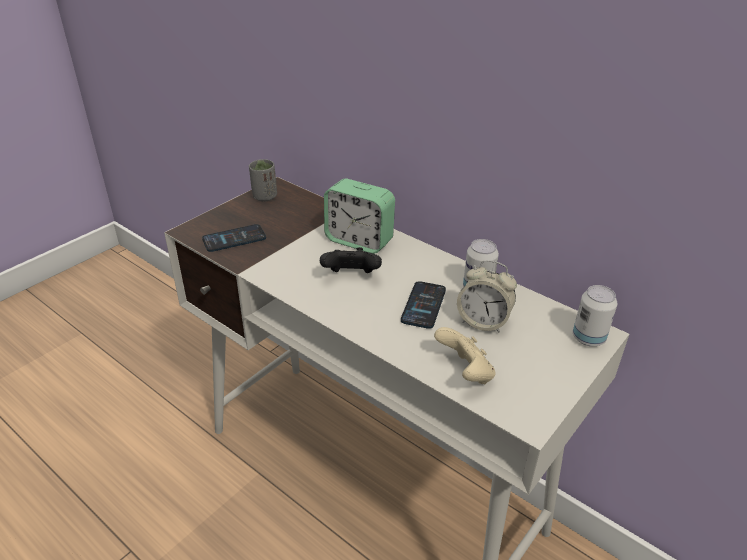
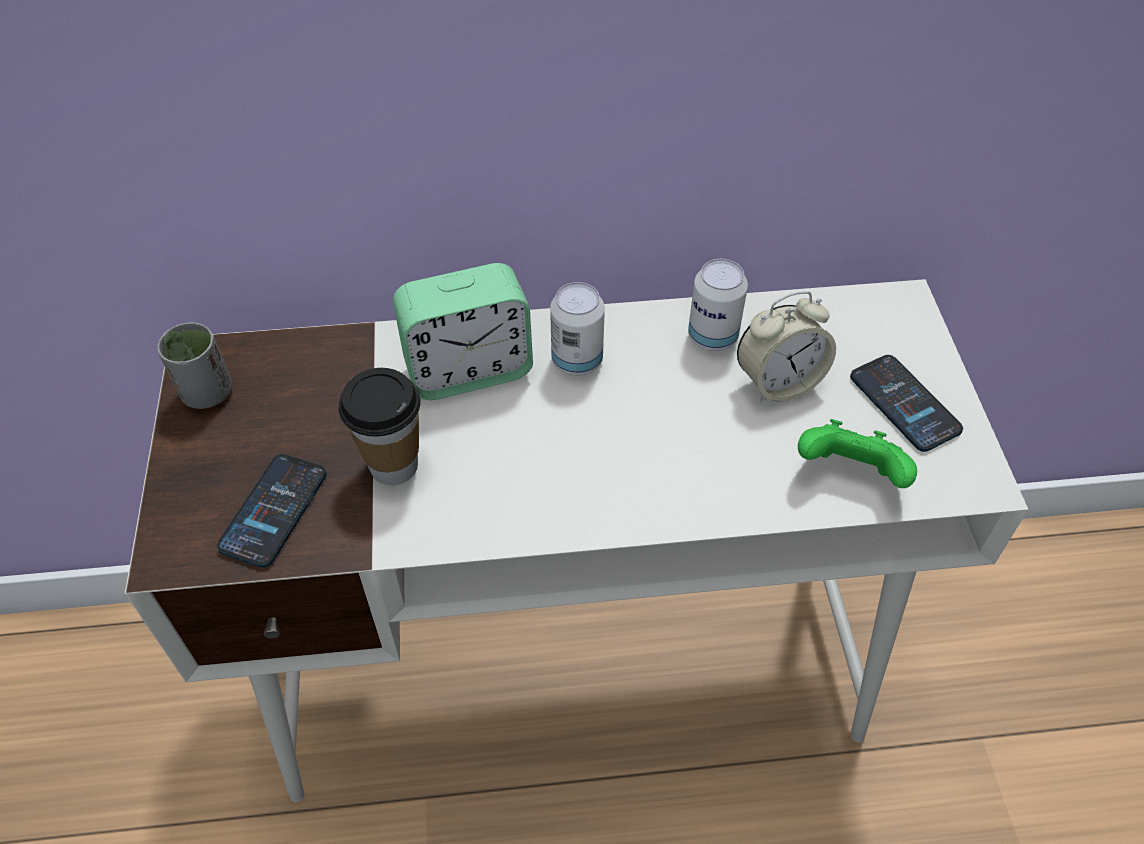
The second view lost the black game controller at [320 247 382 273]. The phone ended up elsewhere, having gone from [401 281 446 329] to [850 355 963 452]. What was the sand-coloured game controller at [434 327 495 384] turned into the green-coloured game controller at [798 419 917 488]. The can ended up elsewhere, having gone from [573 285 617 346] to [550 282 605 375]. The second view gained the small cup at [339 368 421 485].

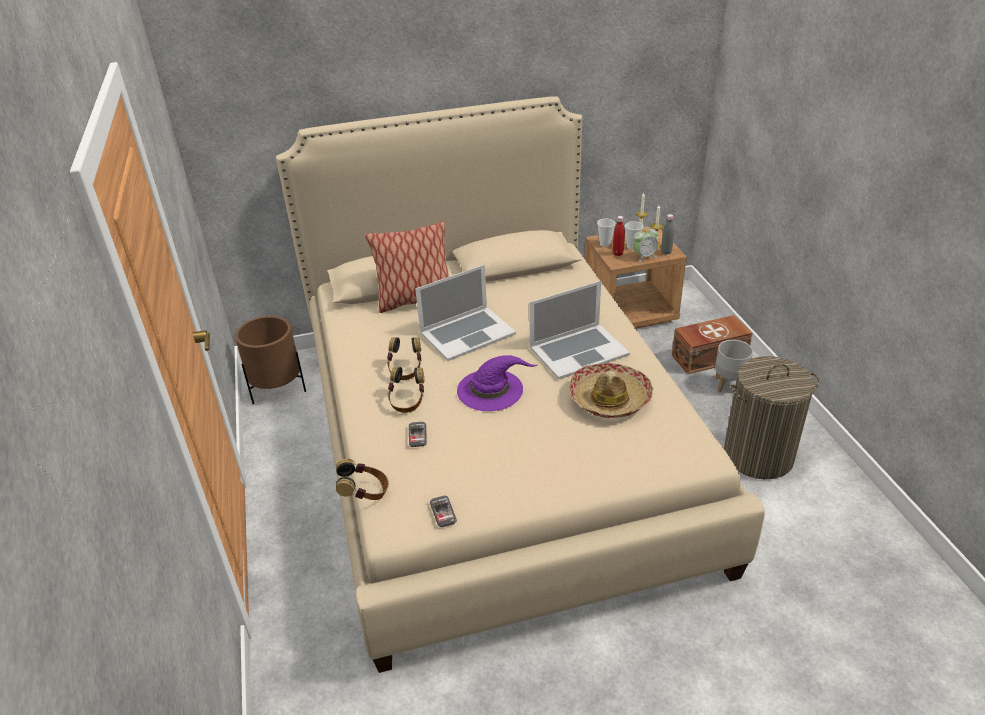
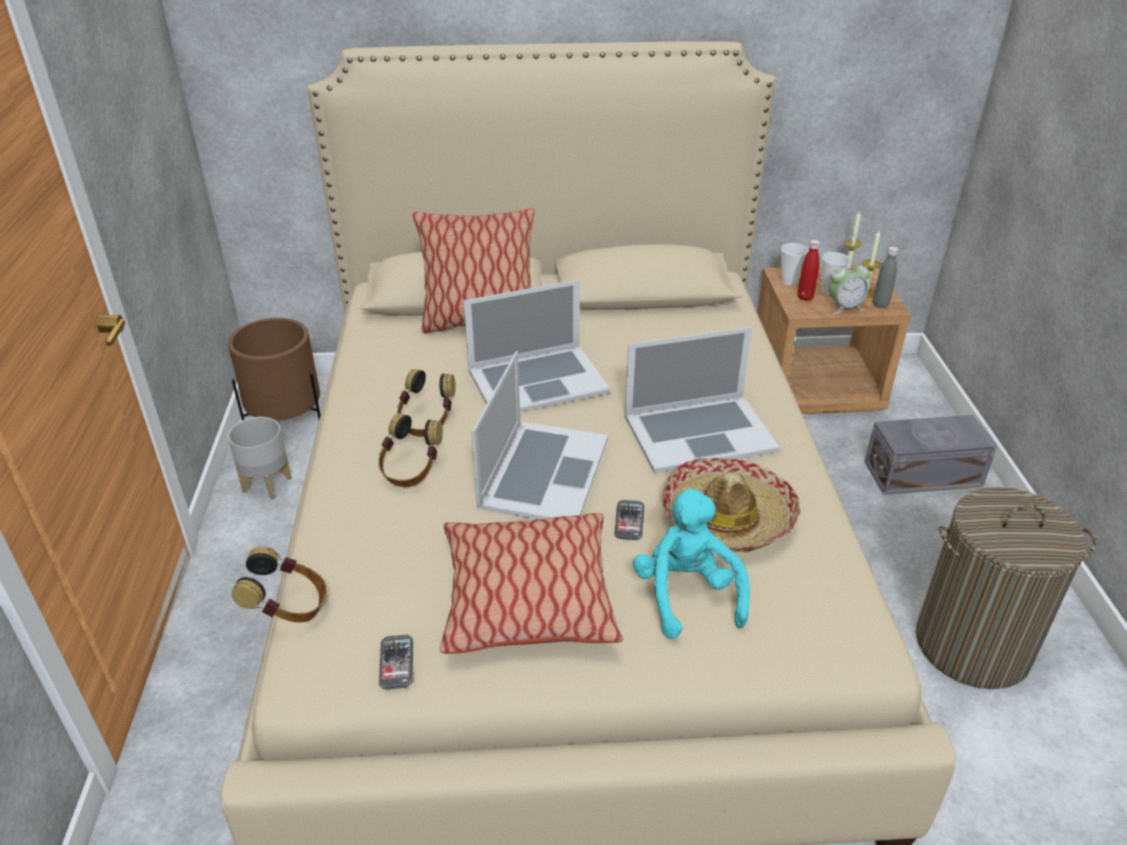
The phone ended up elsewhere, having gone from [409 422 427 447] to [614 500 644 540]. Where the purple-coloured clothing hat stood at [457 355 537 411], the laptop came to stand at [471 351 608 519]. What was the brownish storage box at [672 315 753 374] turned into the grey storage box at [865 415 998 495]. The grey flower pot ended up elsewhere, having gone from [715 340 753 393] to [228 417 292 500]. The second view gained the pillow at [440 513 623 654]. The second view gained the turquoise-coloured plush toy at [633 488 750 639].

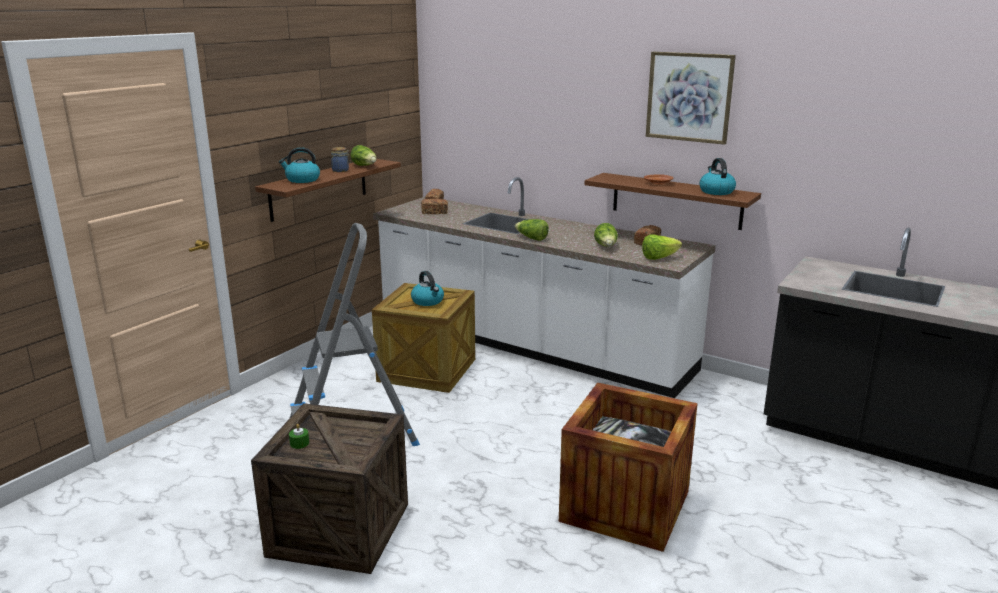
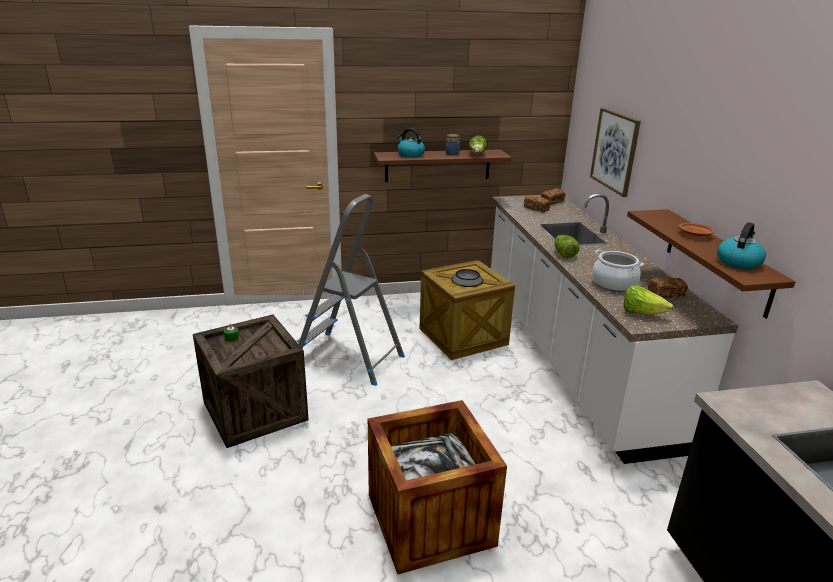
Where the tea kettle stood at [411 271 444 306], the serving bowl came to stand at [451 269 484 287]. Where the lettuce head stood at [594 223 618 247], the stockpot came to stand at [592 249 644 292]. The wall art ended up elsewhere, having gone from [646 52 736 145] to [590 108 641 197].

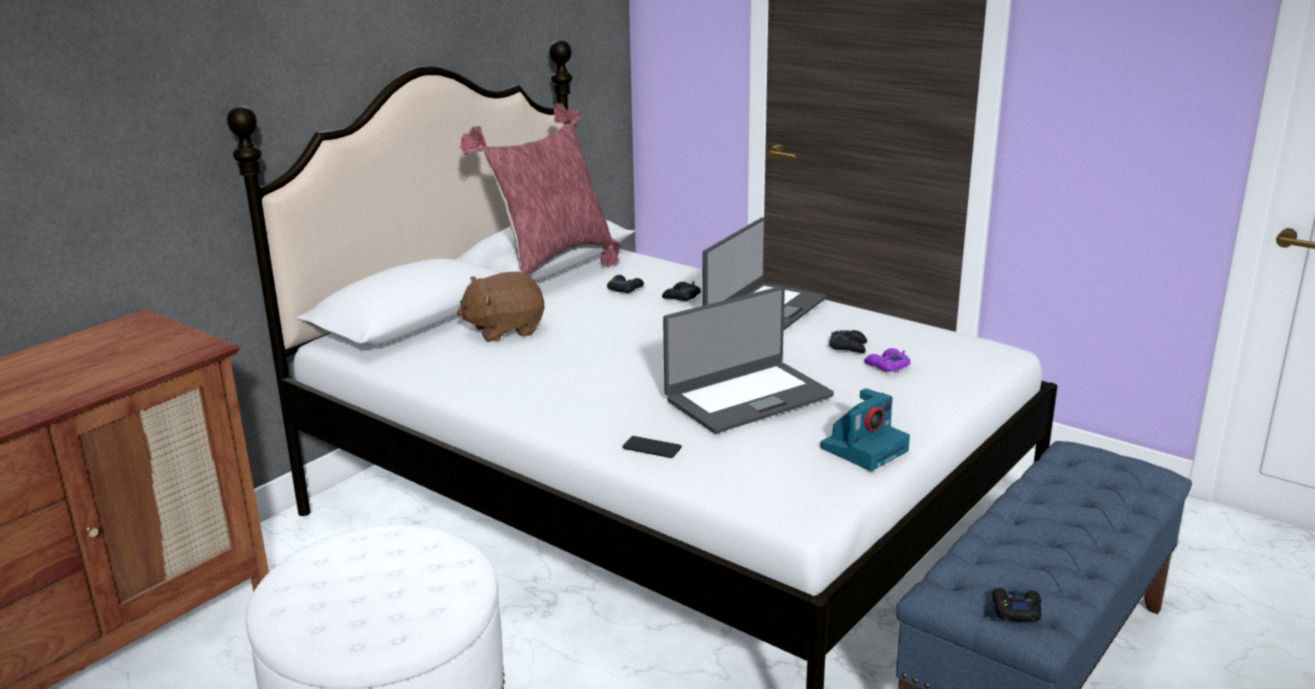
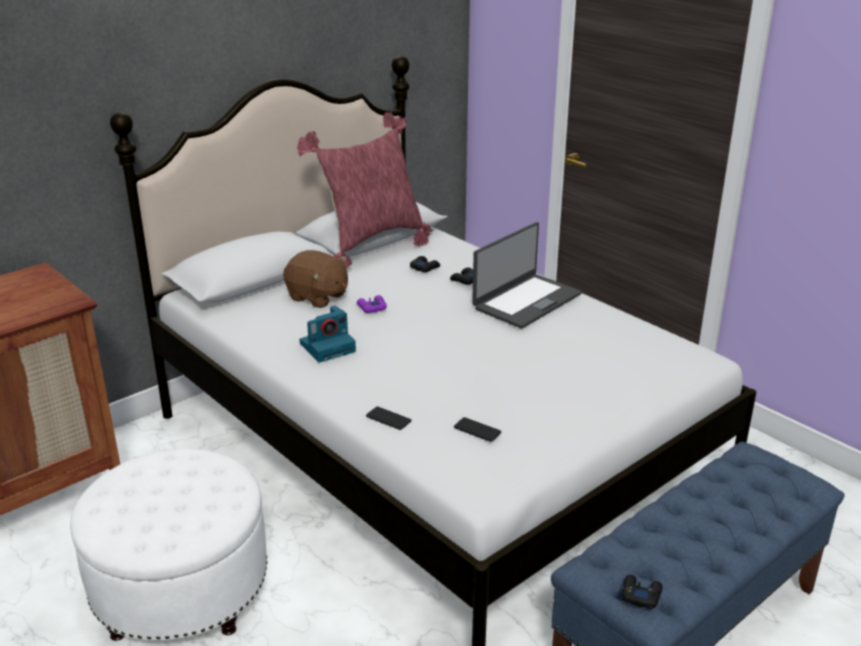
The brownish plush toy at [457 272 544 342] ended up facing another way, 135 degrees counterclockwise from before. The second view lost the laptop at [663 286 834 433]. The photo camera ended up elsewhere, having gone from [820 388 910 471] to [299 306 356 363]. The second view lost the black game controller at [829 330 867 353]. The purple-coloured game controller ended up elsewhere, having gone from [864 348 910 372] to [357 295 387 313]. The second view gained the phone at [454 417 501 442].

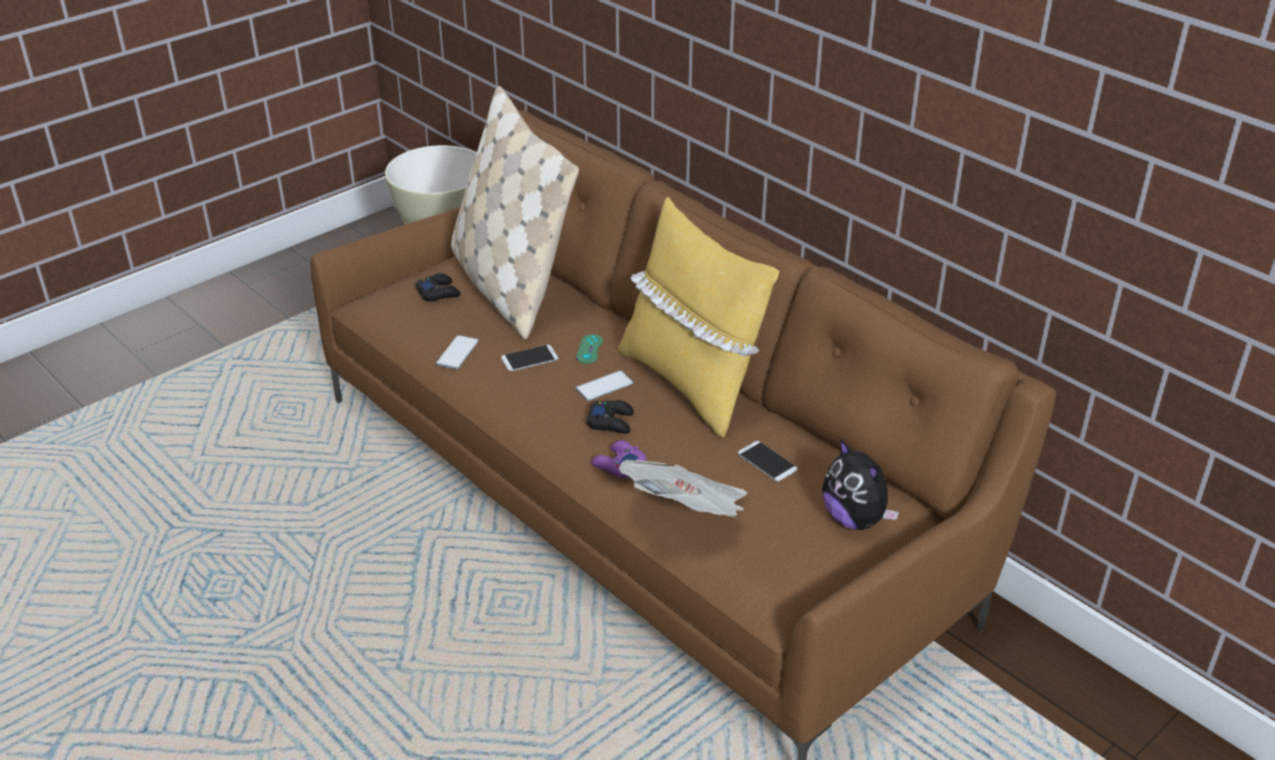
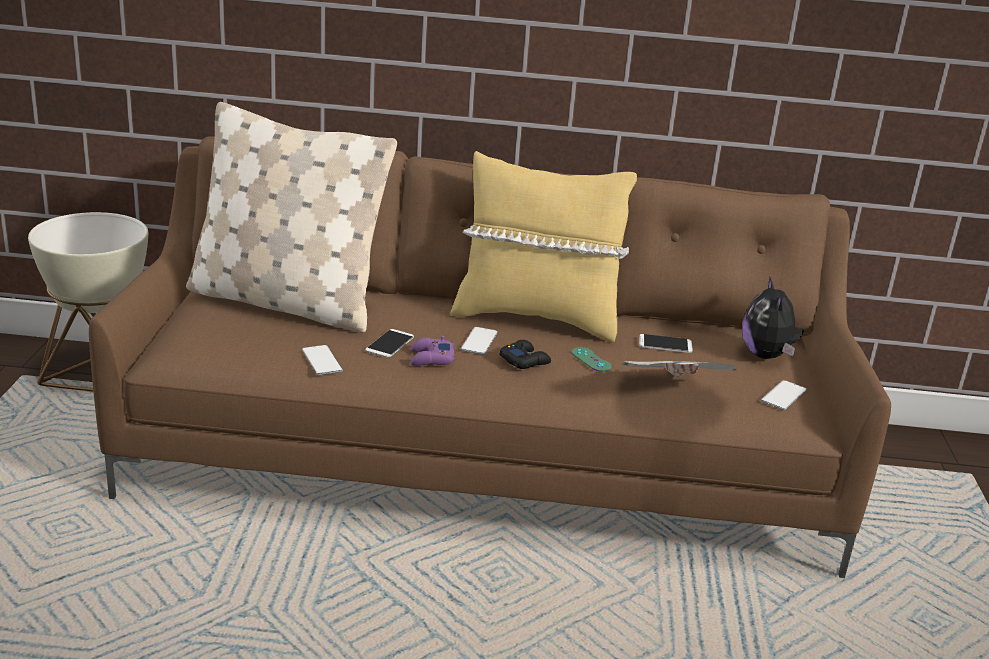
The second view lost the black game controller at [415 273 460 301]. The green-coloured game controller ended up elsewhere, having gone from [576 334 603 364] to [572 347 612 372]. The purple-coloured game controller ended up elsewhere, having gone from [591 440 646 478] to [411 335 454 366]. The plush toy at [822 439 899 530] ended up facing another way, 75 degrees clockwise from before. The second view gained the phone at [761 380 807 410].

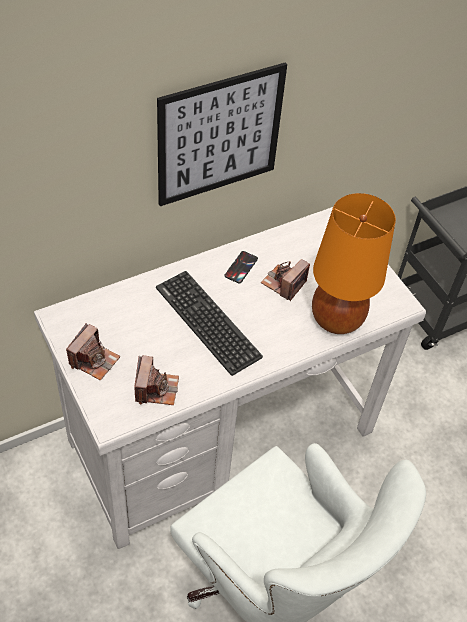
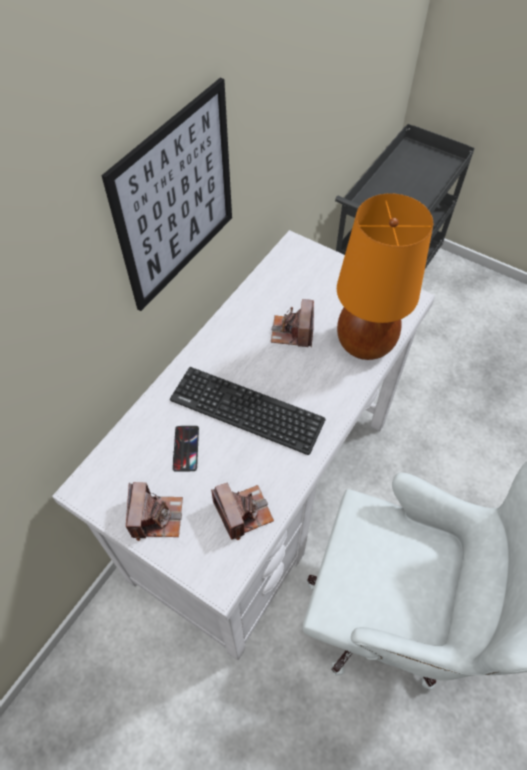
The phone ended up elsewhere, having gone from [224 251 258 284] to [173 426 199 472].

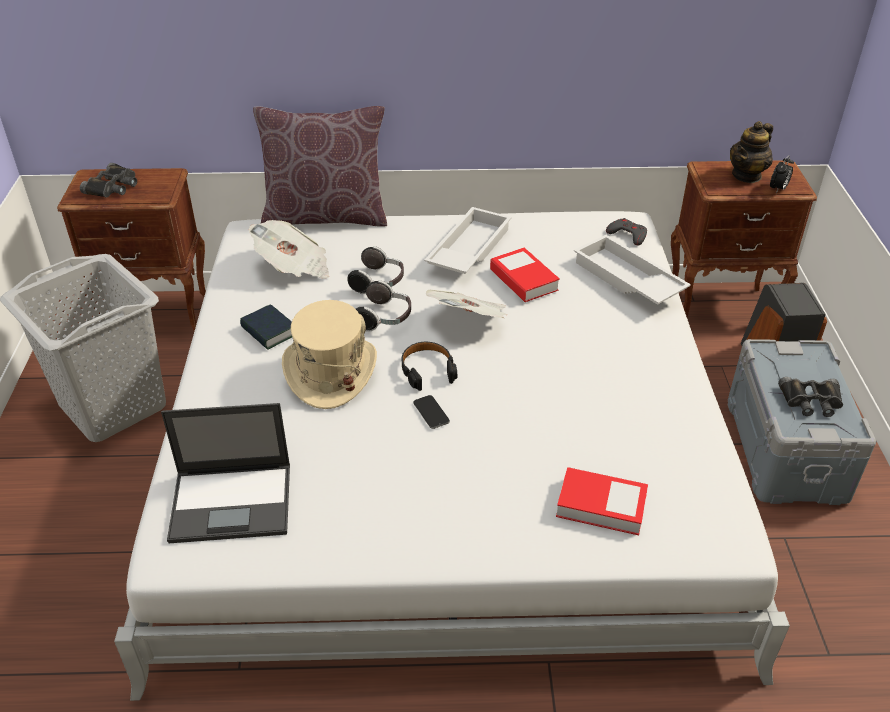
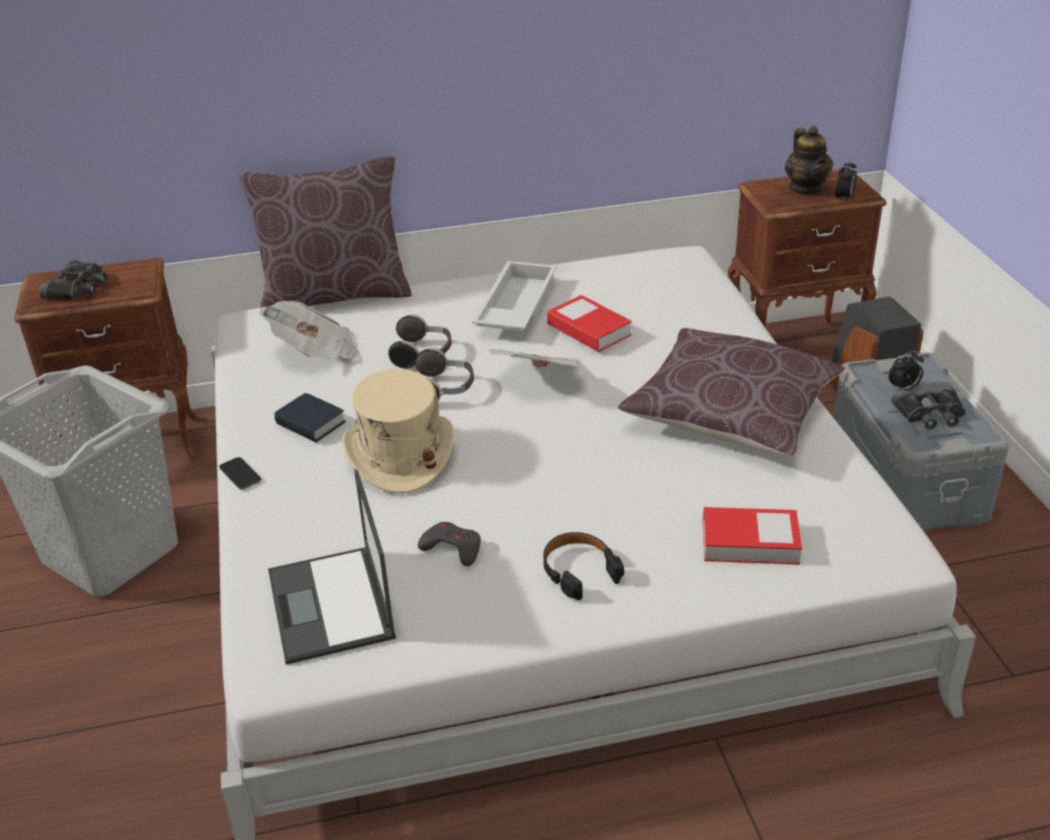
The laptop at [161 403 290 543] ended up facing another way, 90 degrees clockwise from before. The black pair of headphones ended up elsewhere, having gone from [402 342 457 391] to [543 532 624 600]. The phone ended up elsewhere, having gone from [413 395 450 429] to [219 457 262 490]. The second view lost the whitish serving tray at [574 235 691 305]. The grey game controller ended up elsewhere, having gone from [606 218 647 246] to [418 522 481 566]. The teapot at [730 121 773 183] ended up facing another way, 45 degrees counterclockwise from before. The second view gained the brownish pillow at [618 328 845 456]. The second view gained the table clock at [888 351 924 392].

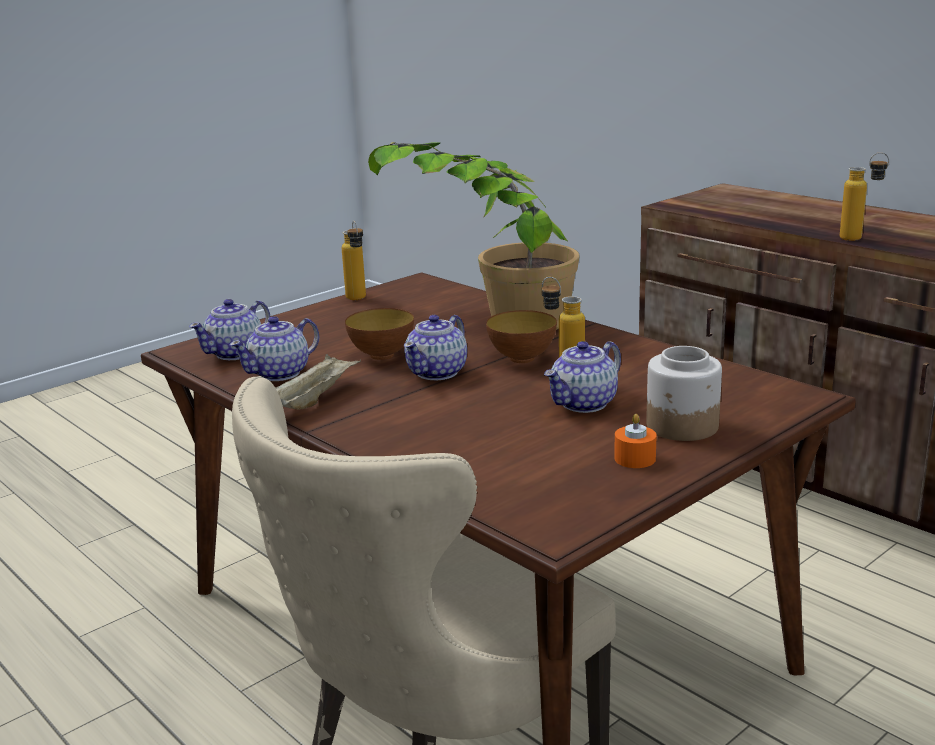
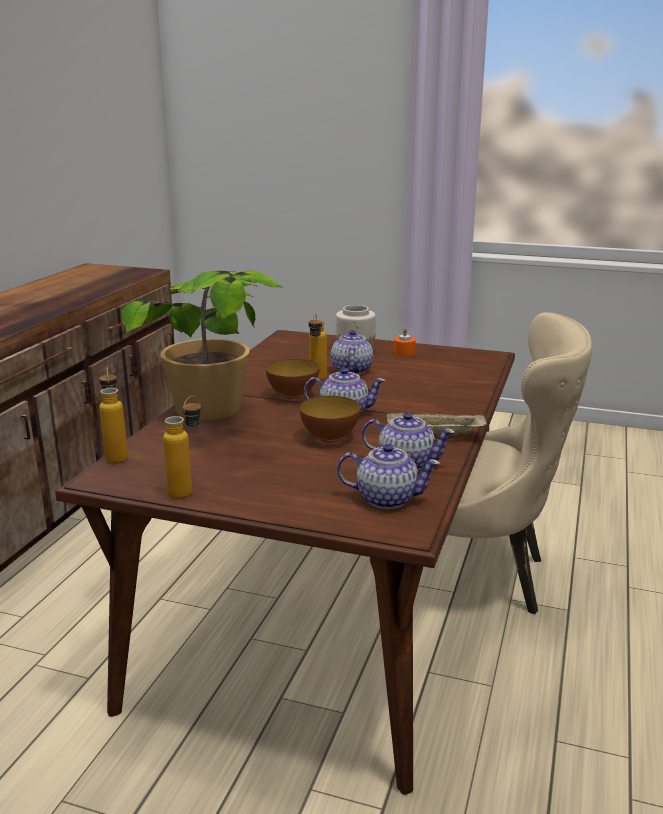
The teapot at [544 341 621 413] ended up facing another way, 105 degrees counterclockwise from before. The drink bottle ended up elsewhere, having gone from [840 152 889 241] to [99 367 128 464].

